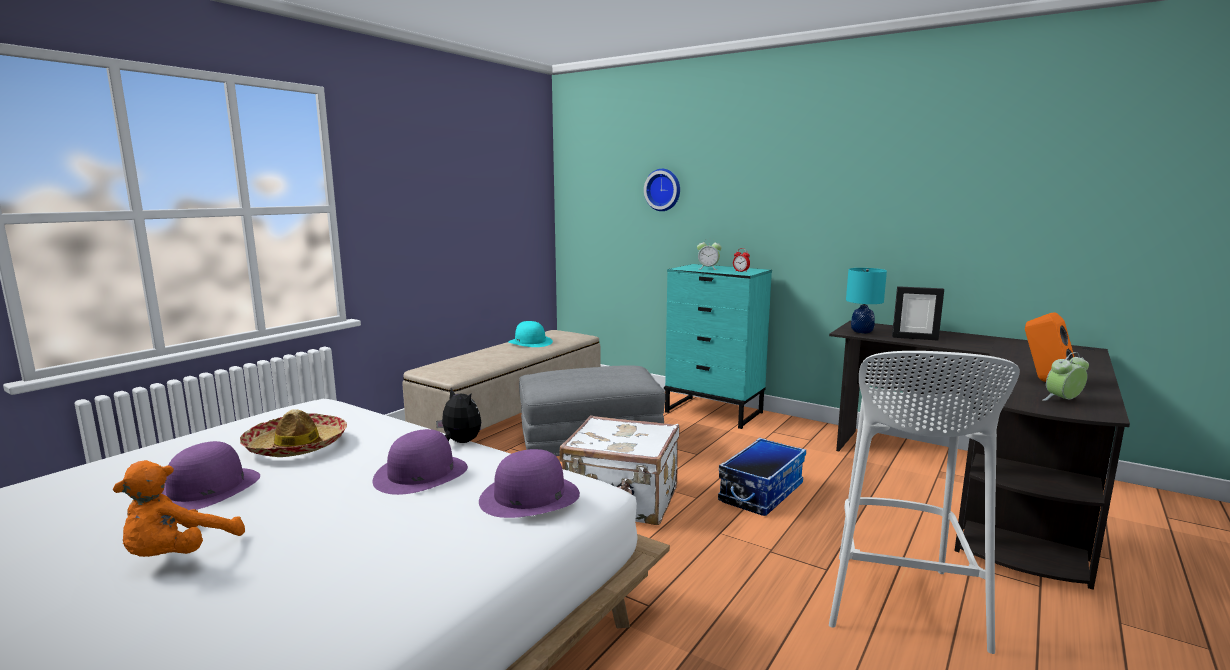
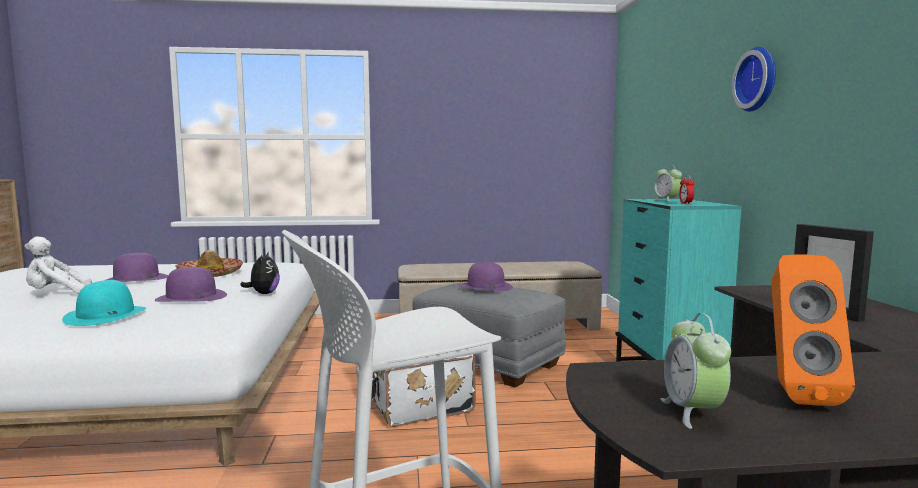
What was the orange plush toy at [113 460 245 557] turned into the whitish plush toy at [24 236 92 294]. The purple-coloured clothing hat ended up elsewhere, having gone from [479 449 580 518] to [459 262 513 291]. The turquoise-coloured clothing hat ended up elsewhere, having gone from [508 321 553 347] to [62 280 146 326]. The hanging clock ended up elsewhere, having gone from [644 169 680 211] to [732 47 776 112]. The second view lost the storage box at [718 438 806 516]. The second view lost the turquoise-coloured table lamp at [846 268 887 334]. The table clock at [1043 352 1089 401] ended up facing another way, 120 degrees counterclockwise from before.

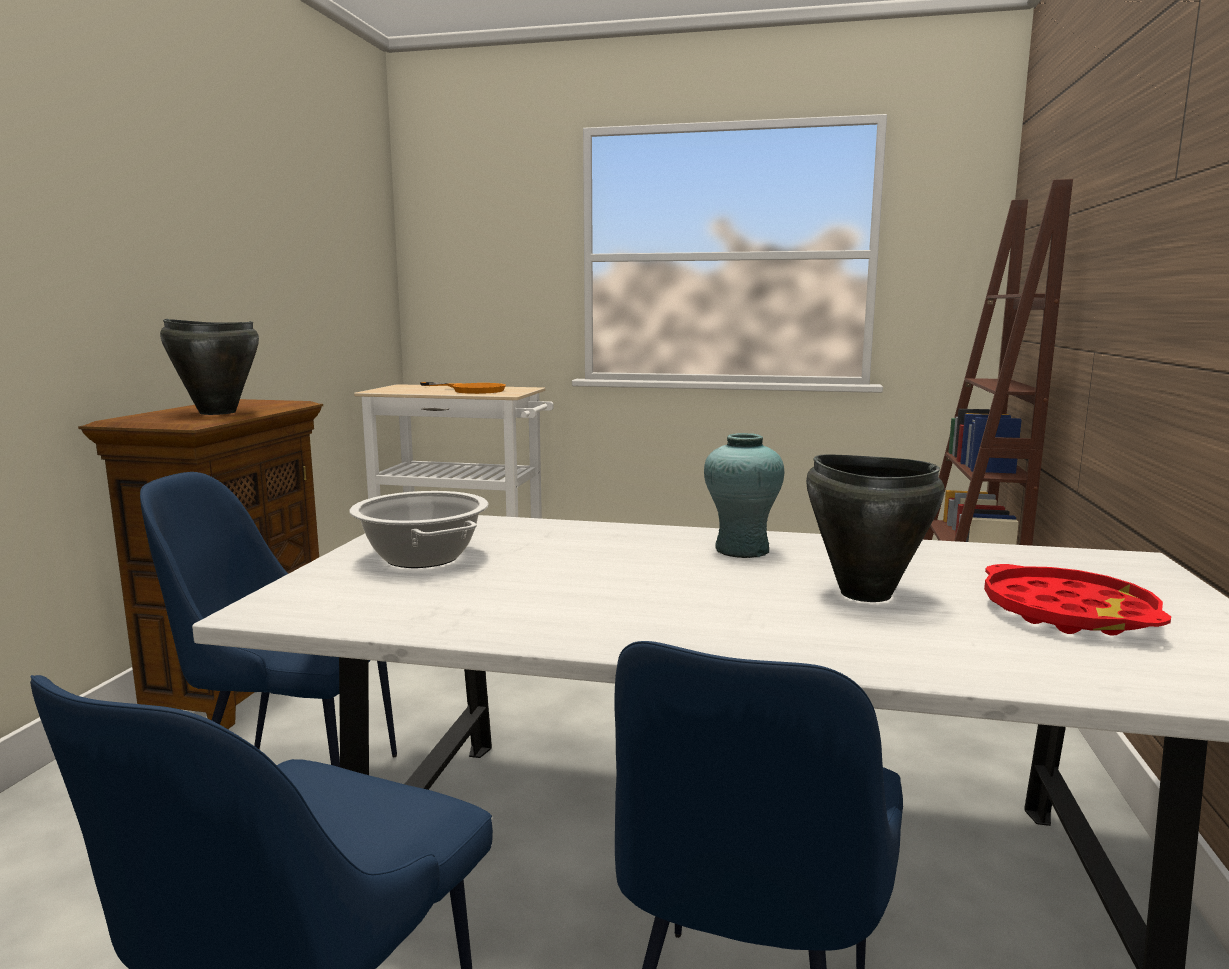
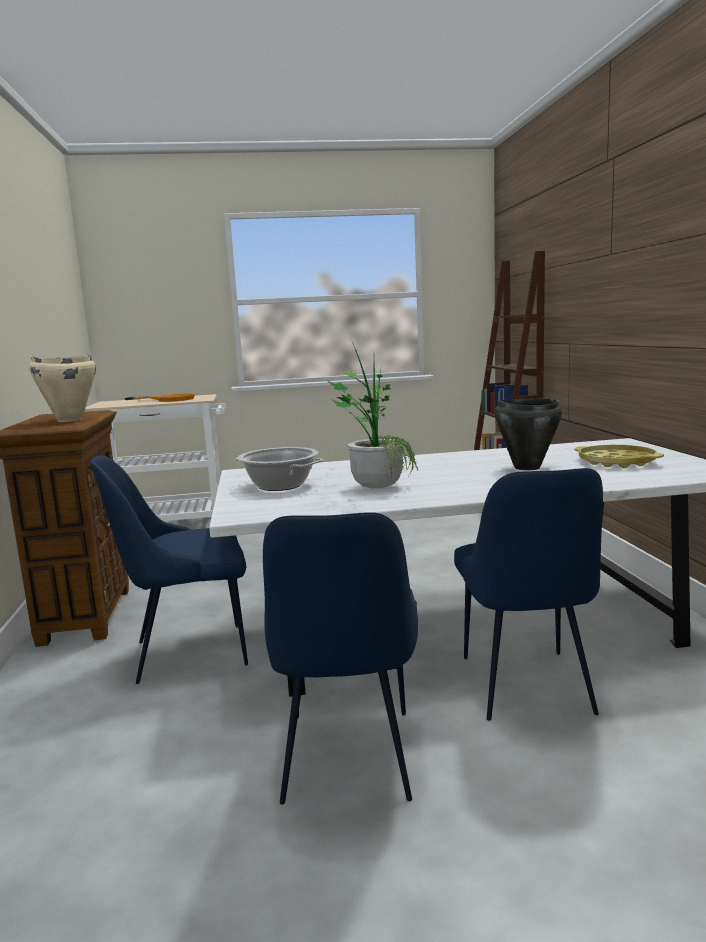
What was the black stockpot at [160 319 259 415] turned into the sand-coloured stockpot at [29 355 96 422]. The second view lost the turquoise-coloured flower vase at [704 433 784 558]. What was the red serving tray at [984 564 1171 636] turned into the yellow serving tray at [574 445 664 468]. The second view gained the potted plant at [325 342 418 488].

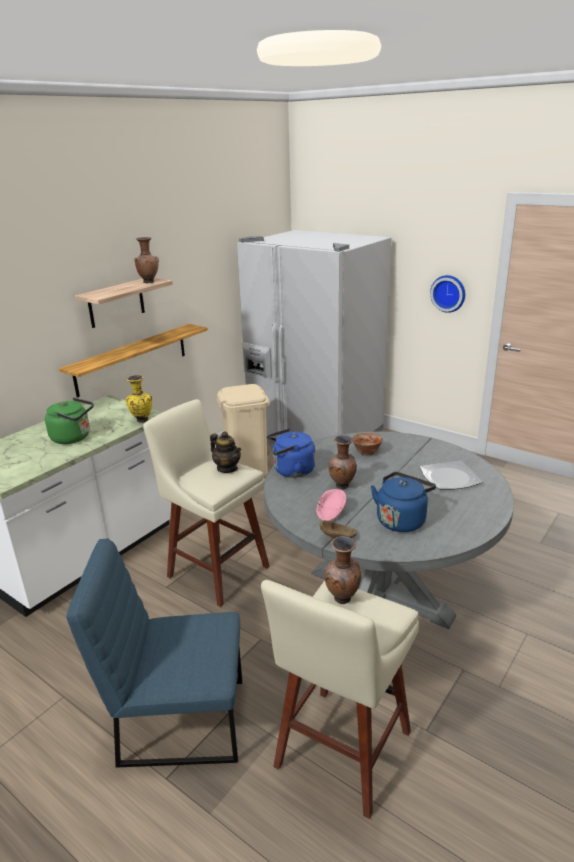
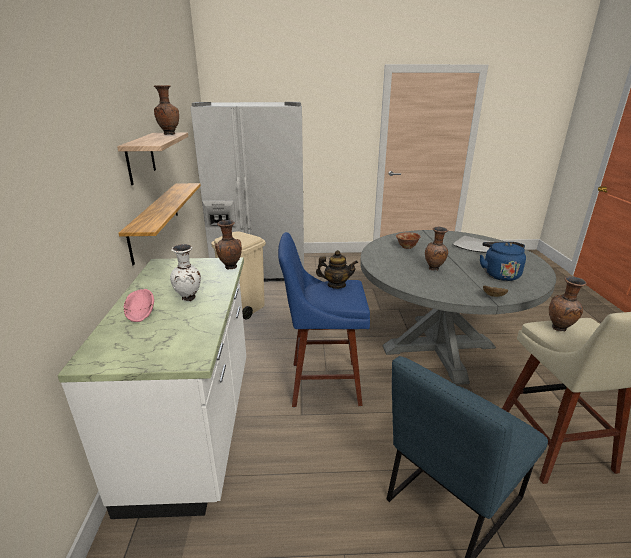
Where the green-coloured tea kettle stood at [45 397 94 444], the whitish flower vase came to stand at [170 244 201 301]. What was the yellow flower vase at [126 375 152 423] turned into the brownish flower vase at [215 220 242 269]. What was the sand-coloured sitting stool at [143 399 270 607] turned into the blue sitting stool at [278 232 370 407]. The second view lost the blue tea kettle at [268 428 315 478]. The pinkish serving bowl ended up elsewhere, having gone from [316 489 346 521] to [124 289 154 322]. The second view lost the hanging clock at [430 275 465 313].

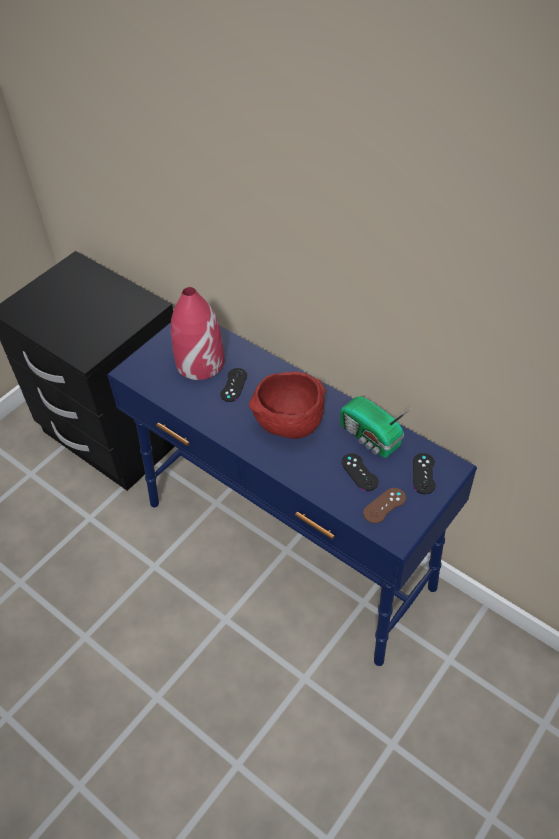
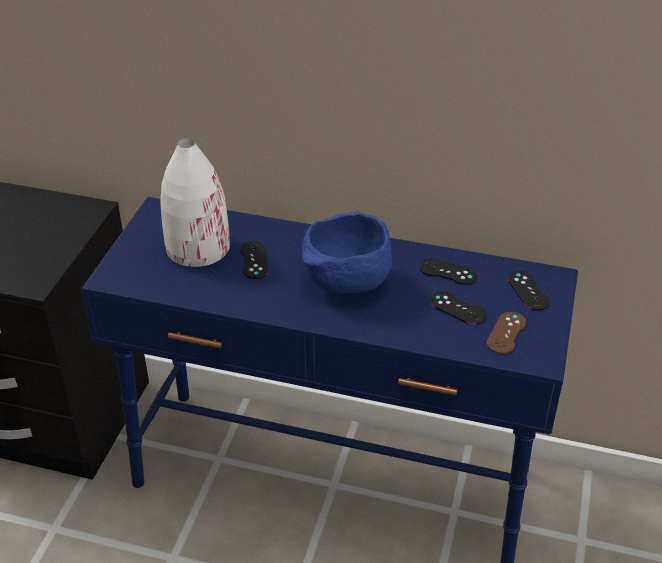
What was the red flower vase at [171 287 224 380] turned into the whitish flower vase at [160 139 230 267]. What was the red serving bowl at [249 371 326 439] turned into the blue serving bowl at [302 212 392 294]. Where the radio stood at [340 396 412 458], the black game controller came to stand at [419 259 477 285].

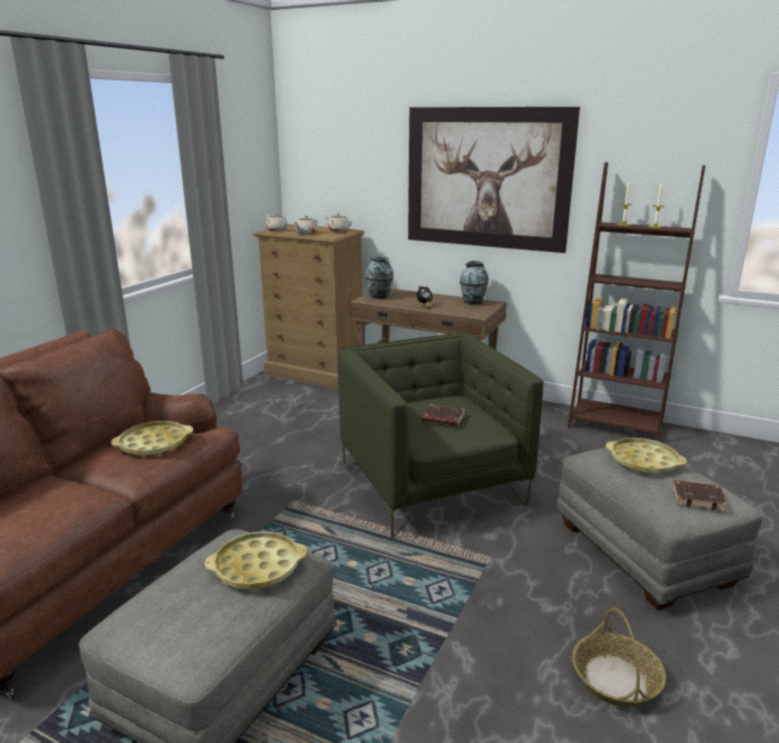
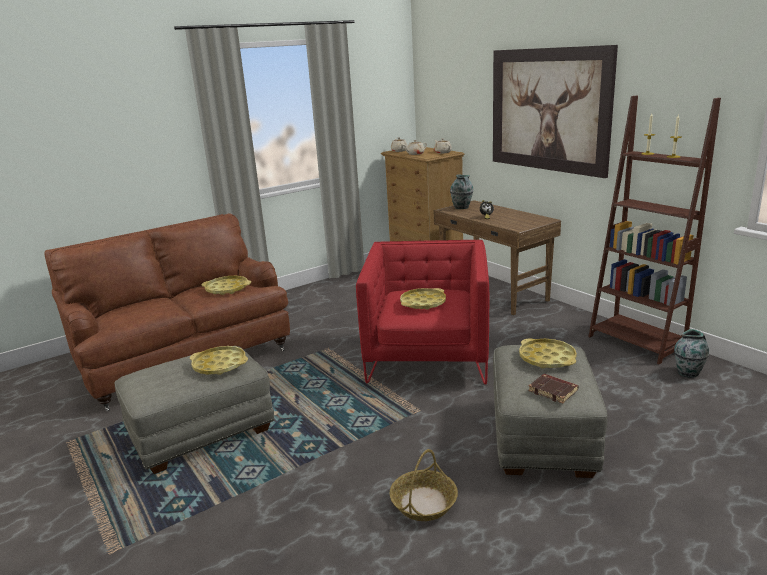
What was the green-coloured easy chair at [338 332 544 538] turned into the red easy chair at [356 240 489 385]. Where the brownish bound book stood at [422 404 465 426], the yellow serving tray came to stand at [400 288 446 310]. The flower vase ended up elsewhere, having gone from [460 261 489 305] to [674 329 709 378].

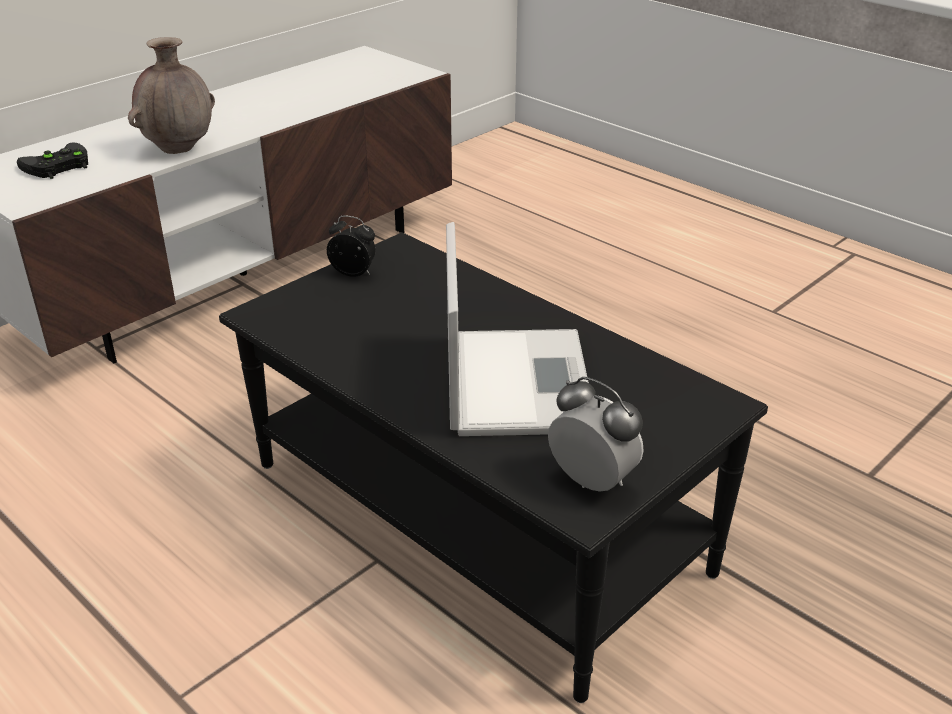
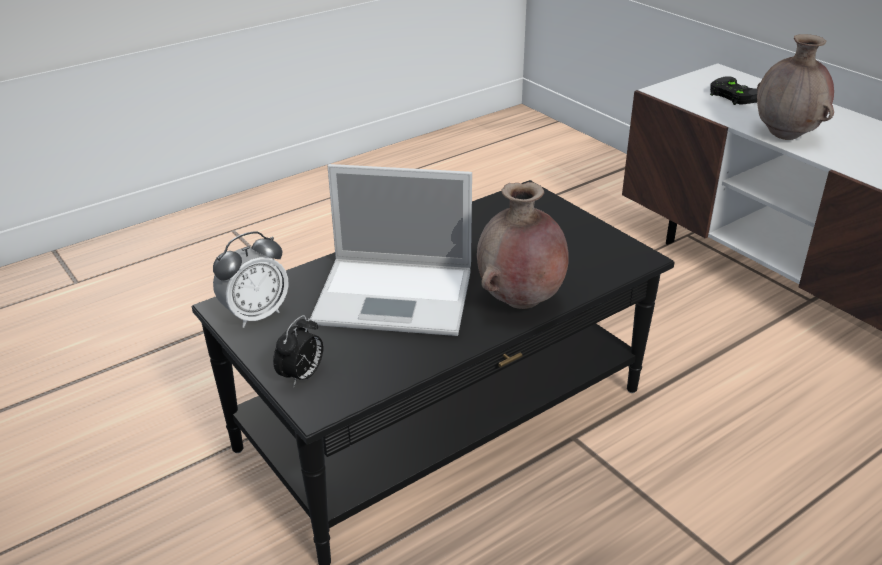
The table clock ended up elsewhere, having gone from [327 215 376 277] to [273 315 323 387]. The second view gained the brownish flower vase at [477 182 569 309].

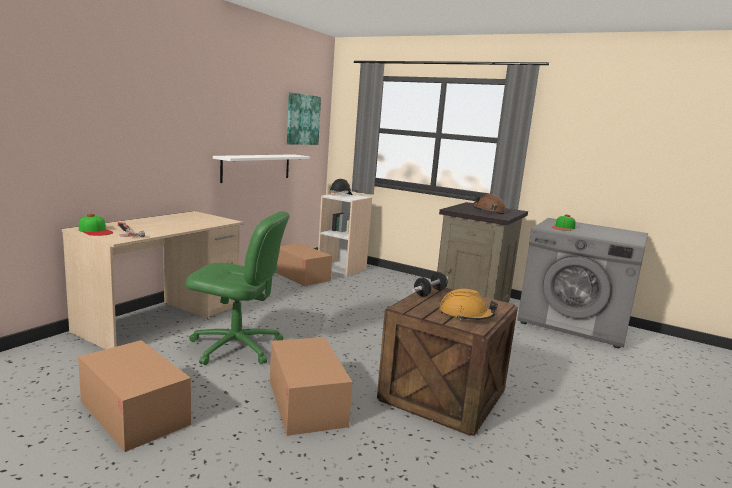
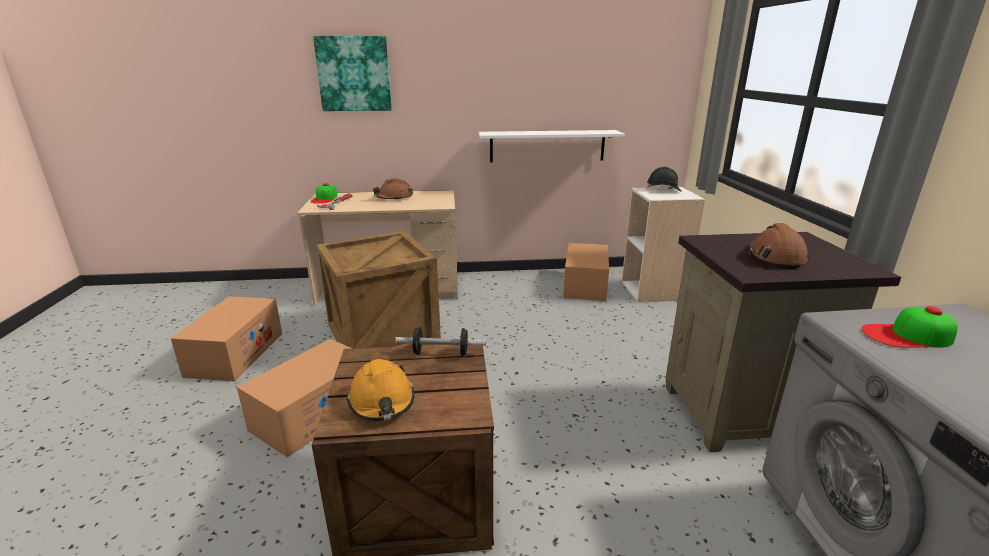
Where the green-coloured computer chair stood at [185 211 290 365], the packing crate came to stand at [317 231 441 349]. The wall art ended up elsewhere, having gone from [287 93 321 145] to [313 36 392 111]. The second view gained the brownish work helmet at [373 178 413 200].

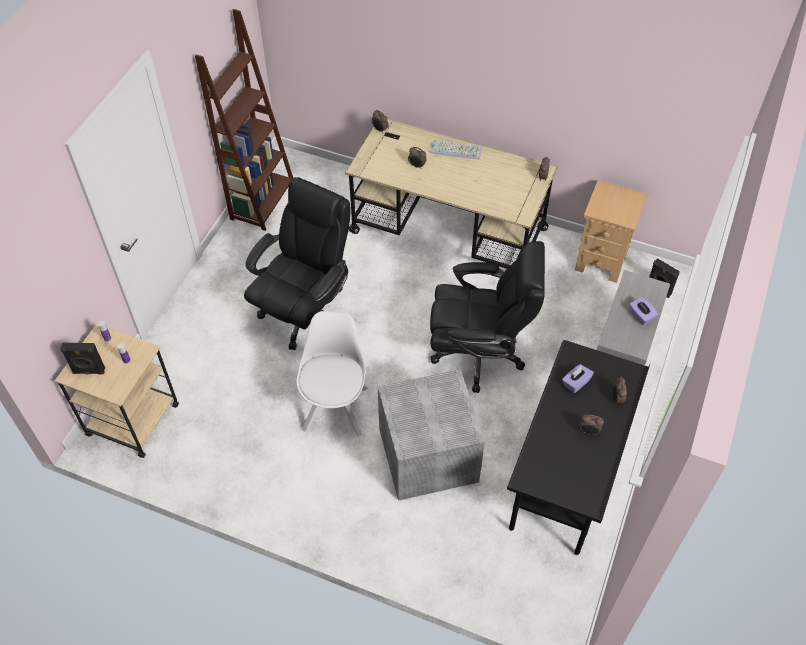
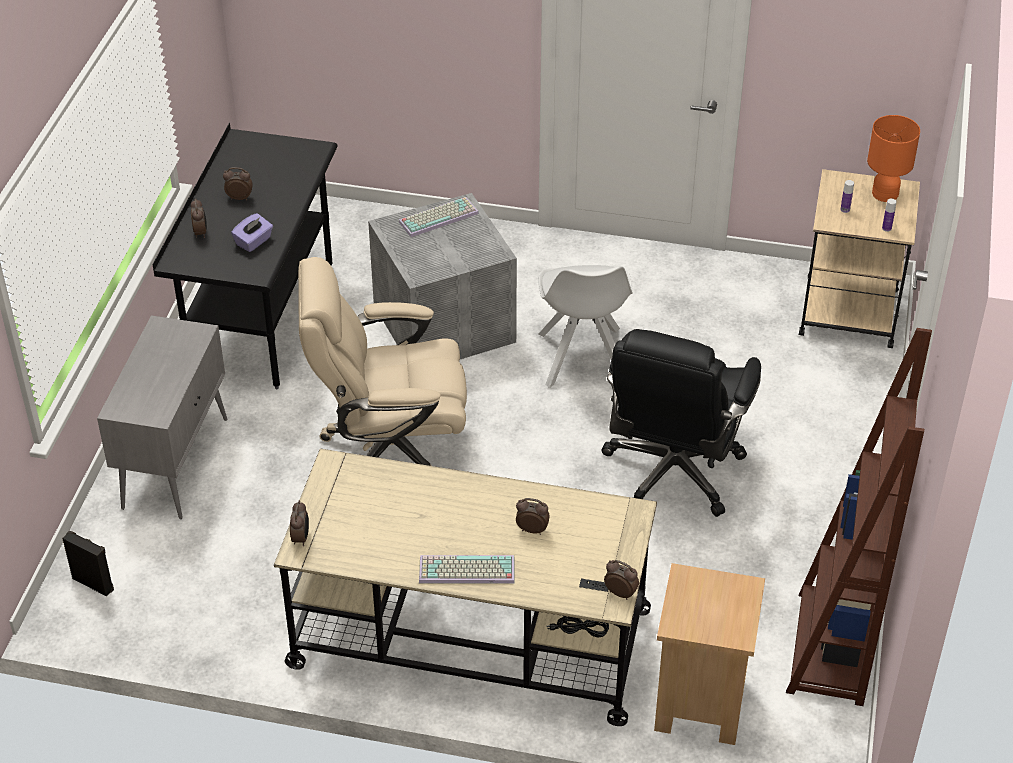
Where the black loudspeaker stood at [60 343 105 374], the orange table lamp came to stand at [867 115 920 202]. What was the black computer chair at [430 241 545 393] turned into the sand-coloured computer chair at [298 257 467 466]. The sand-coloured night table ended up elsewhere, having gone from [575 180 647 283] to [654 563 765 745]. The second view lost the purple-coloured box of tissues at [629 296 658 325]. The second view gained the computer keyboard at [399 197 479 237].

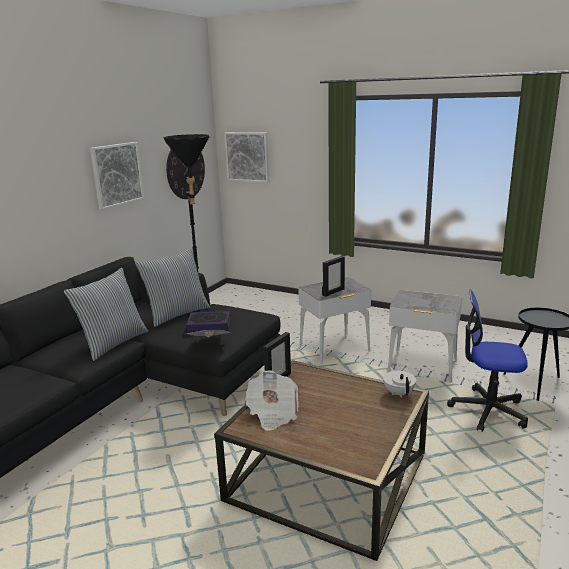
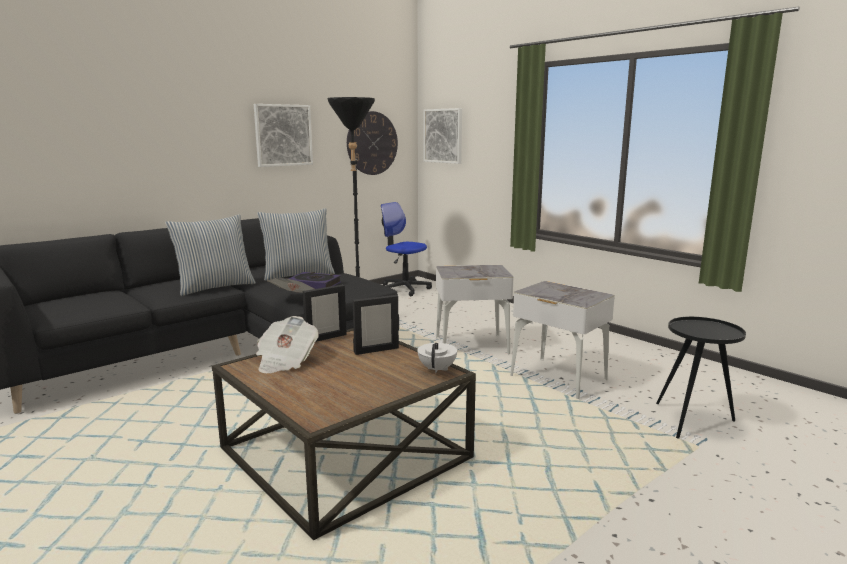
The photo frame ended up elsewhere, having gone from [322 256 345 297] to [353 295 399 355]. The computer chair ended up elsewhere, having gone from [447 289 528 432] to [381 202 432 296].

